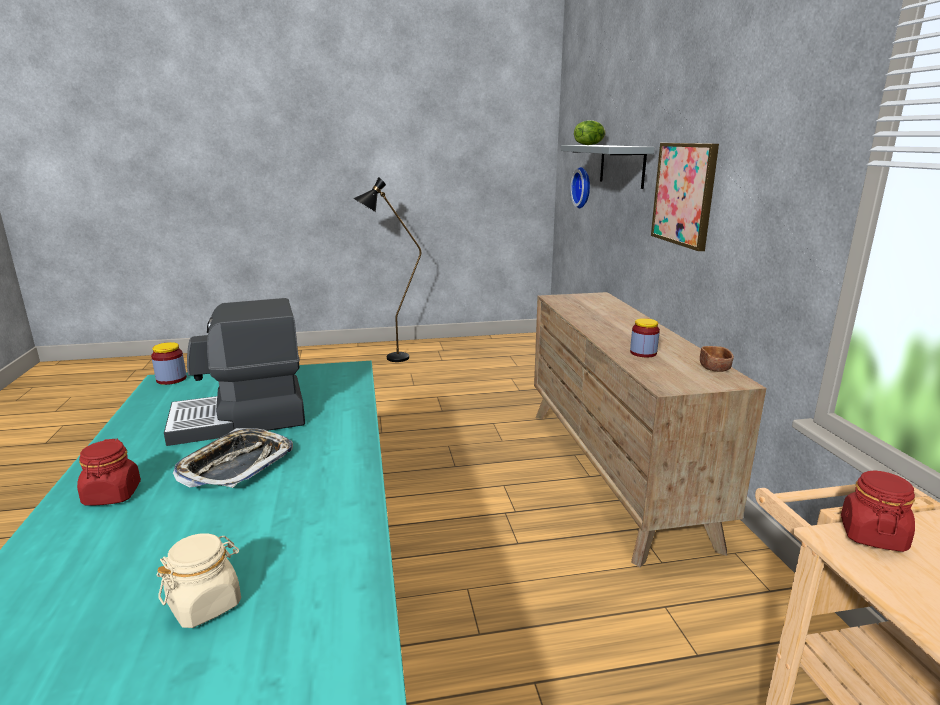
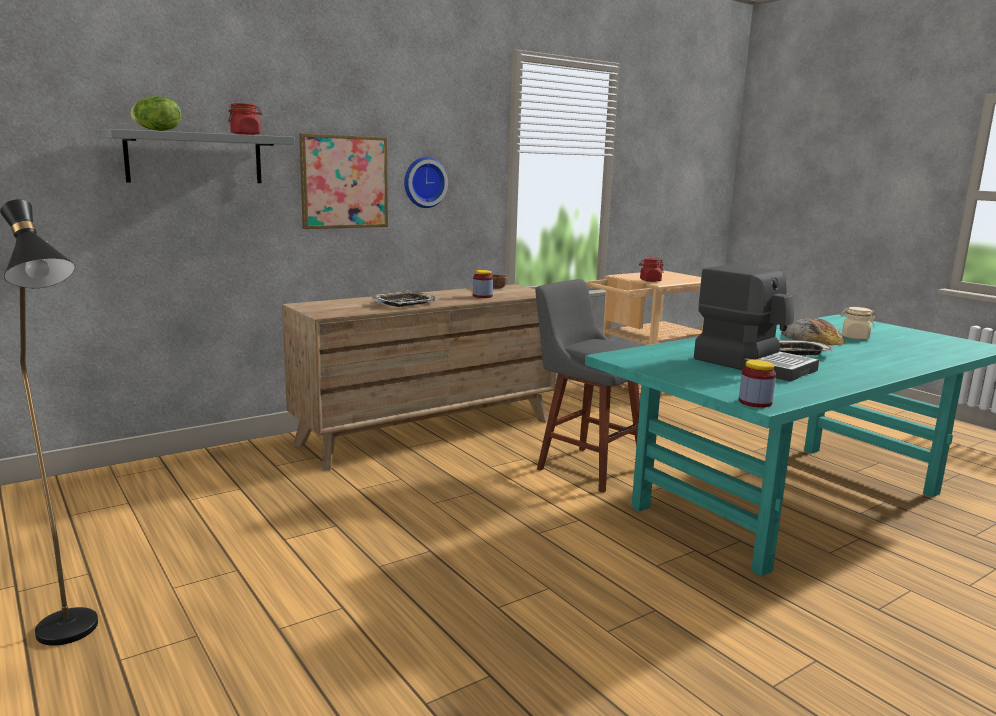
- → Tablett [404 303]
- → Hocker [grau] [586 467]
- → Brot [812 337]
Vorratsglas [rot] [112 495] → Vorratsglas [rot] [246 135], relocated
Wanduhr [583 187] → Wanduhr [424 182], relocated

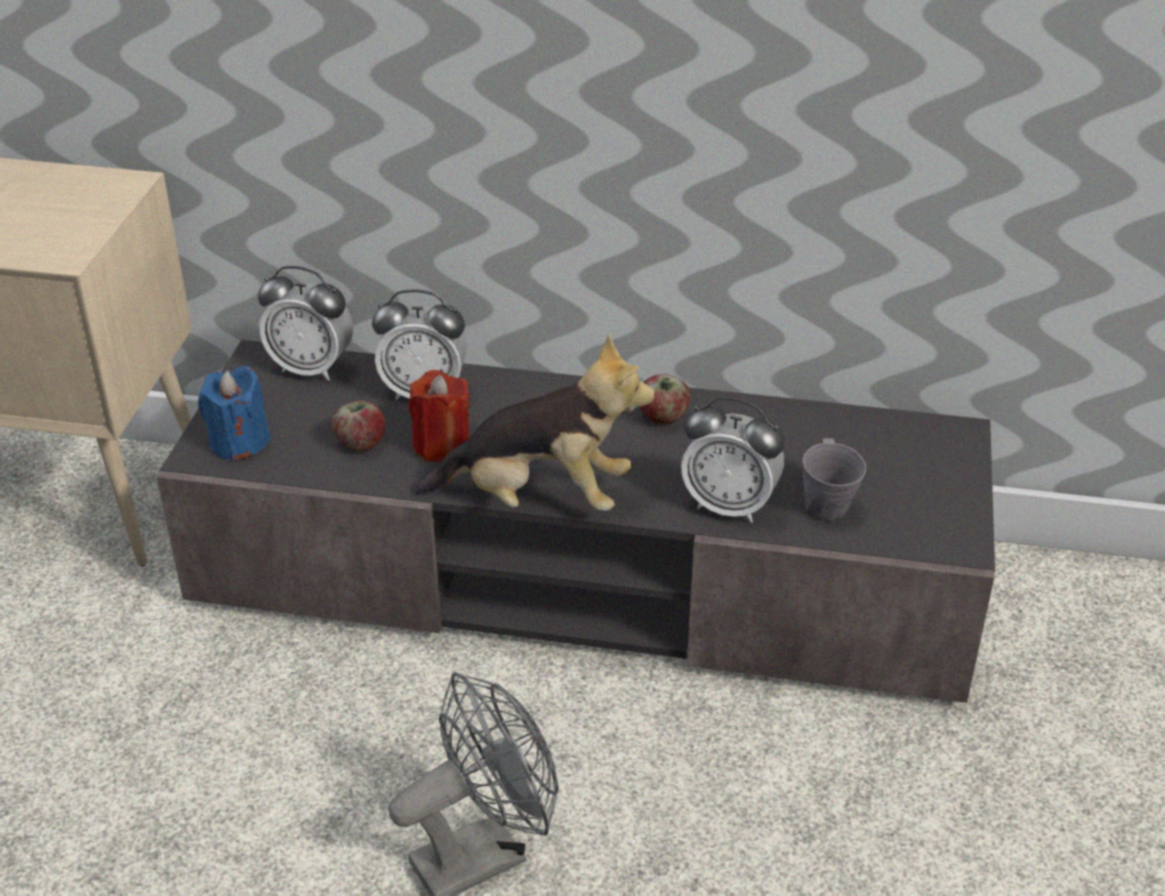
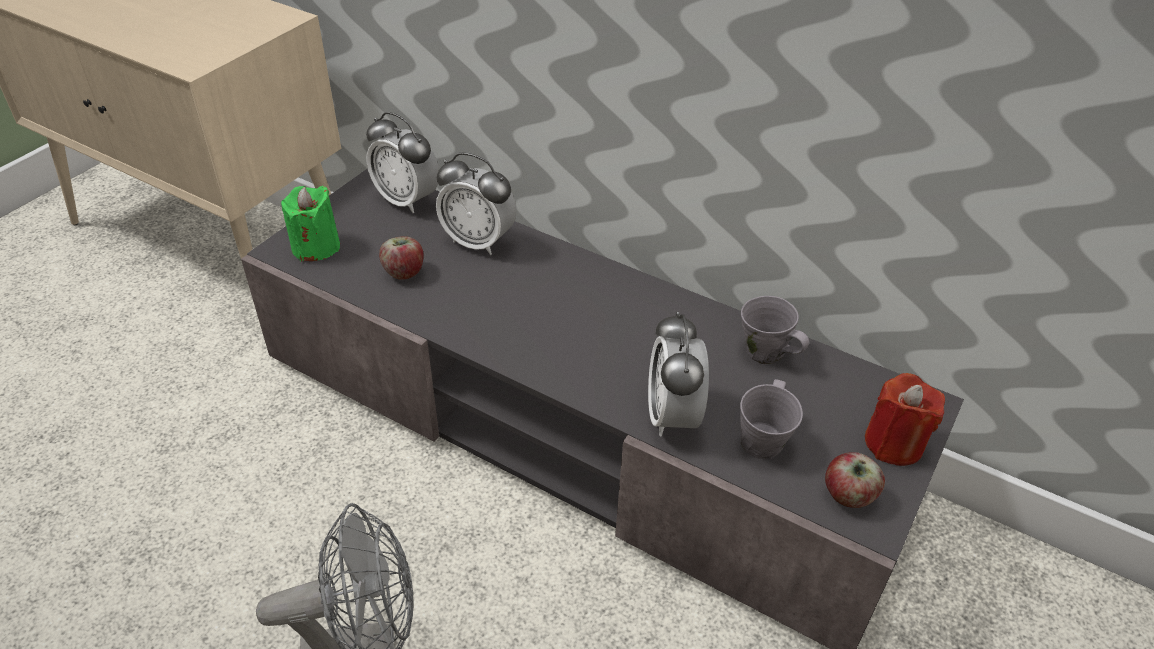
Plüschtier [539 498] → -
- → Henkelbecher [grau] [766 353]
Kerze [rot] [441 445] → Kerze [rot] [894 443], relocated
Apfel [663 417] → Apfel [848 496], relocated
Kerze [blau] [239 442] → Kerze [grün] [316 247]
Wecker [729 506] → Wecker [672 416], 45 degrees clockwise

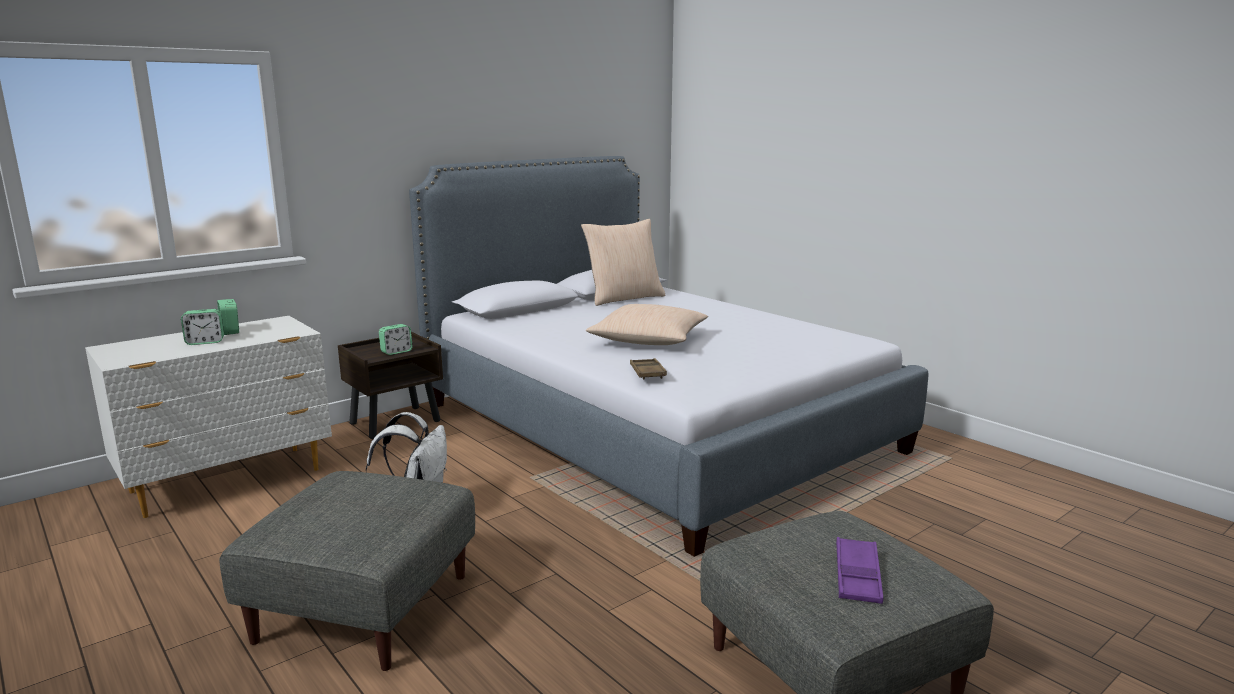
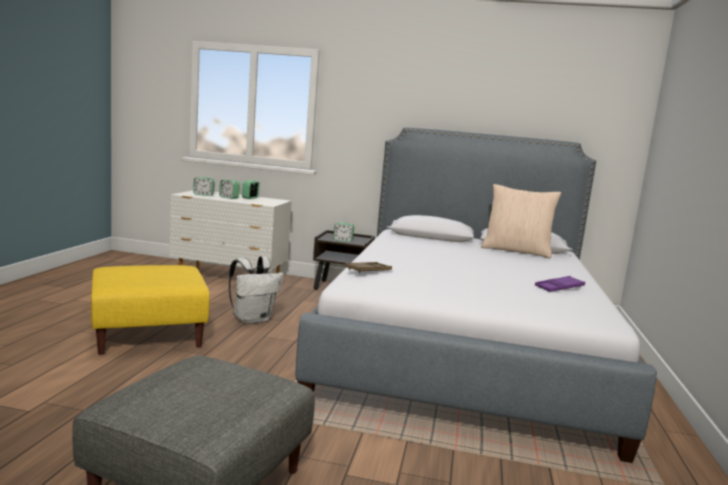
Kissen [beige] [649 340] → -
- → Wecker [203 194]
Tablett [lila] [857 576] → Tablett [lila] [559 288], relocated
Polsterhocker [grau] [363 607] → Polsterhocker [gelb] [149 334]

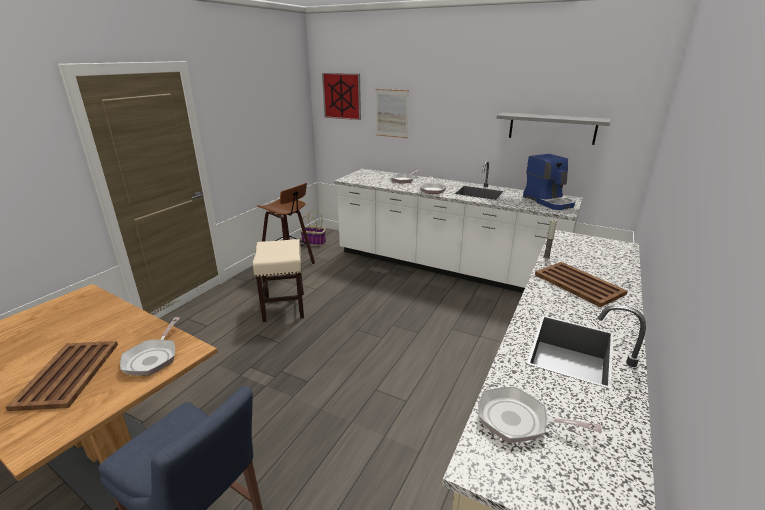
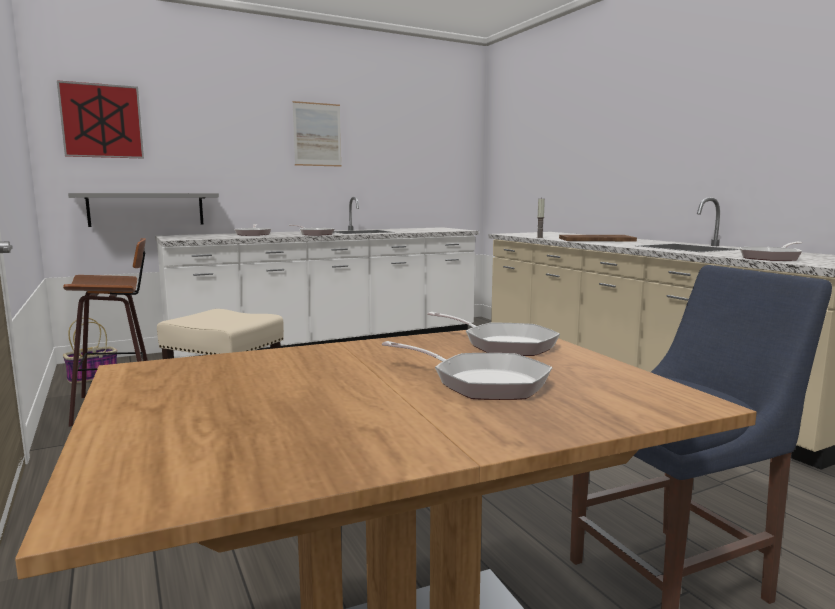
Kaffeemaschine [549 201] → -
Bild [391 113] → Bild [317 134], relocated
Wandregal [grau] [552 128] → Wandregal [grau] [146 209], relocated
Tablett [braun] [69 374] → Pfanne [482 382]

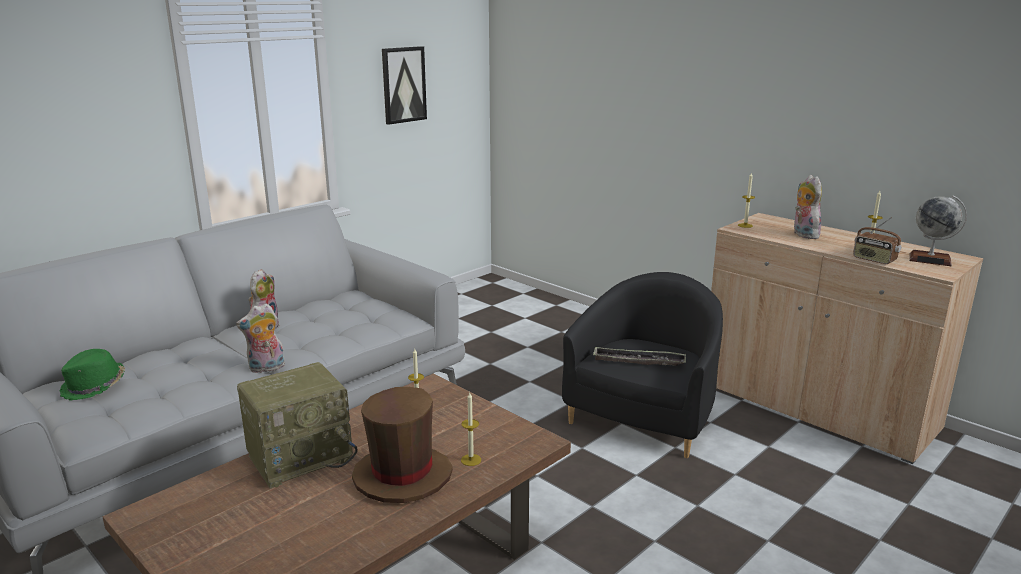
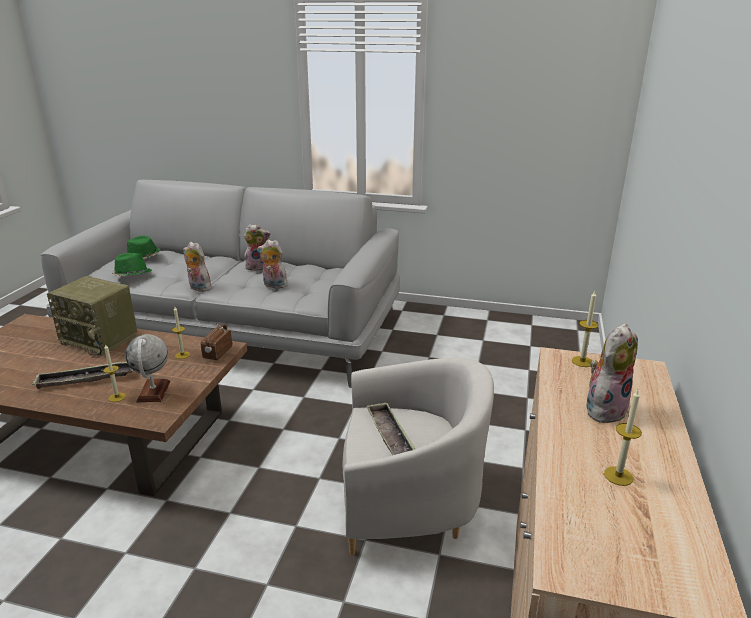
Bild [403 85] → -
- → Hut [grün] [132 275]
- → Plüschtier [273 285]
Radio [874 260] → Radio [217 353], relocated
Globus [930 259] → Globus [153 391], relocated
Hut [braun] [402 476] → Tablett [86 379]
Sessel [schwarz] [644 416] → Sessel [weiß] [408 501]

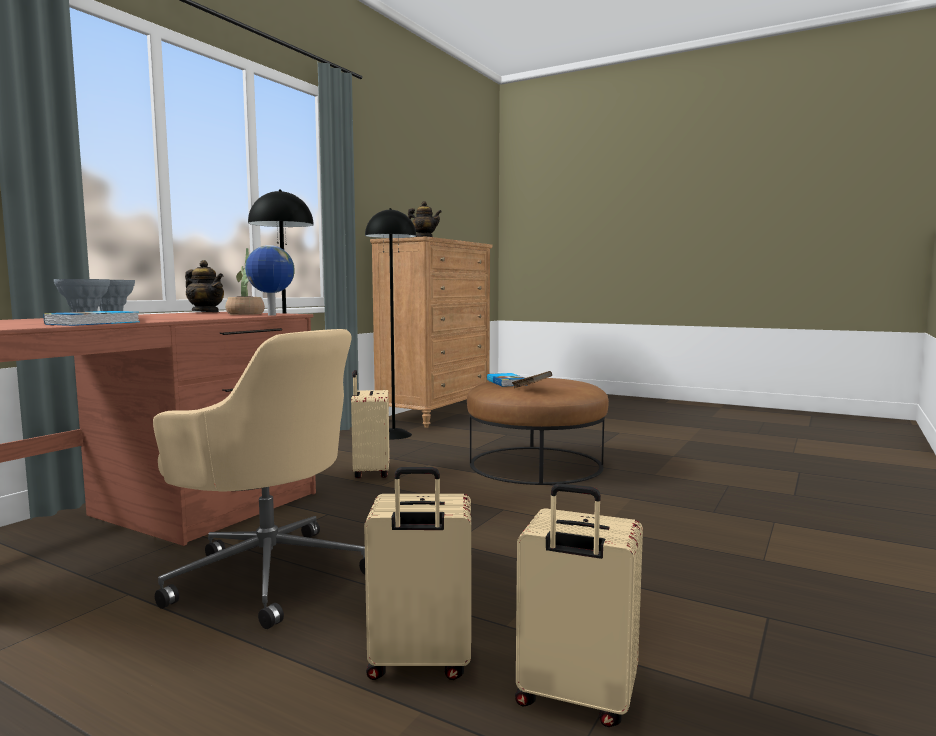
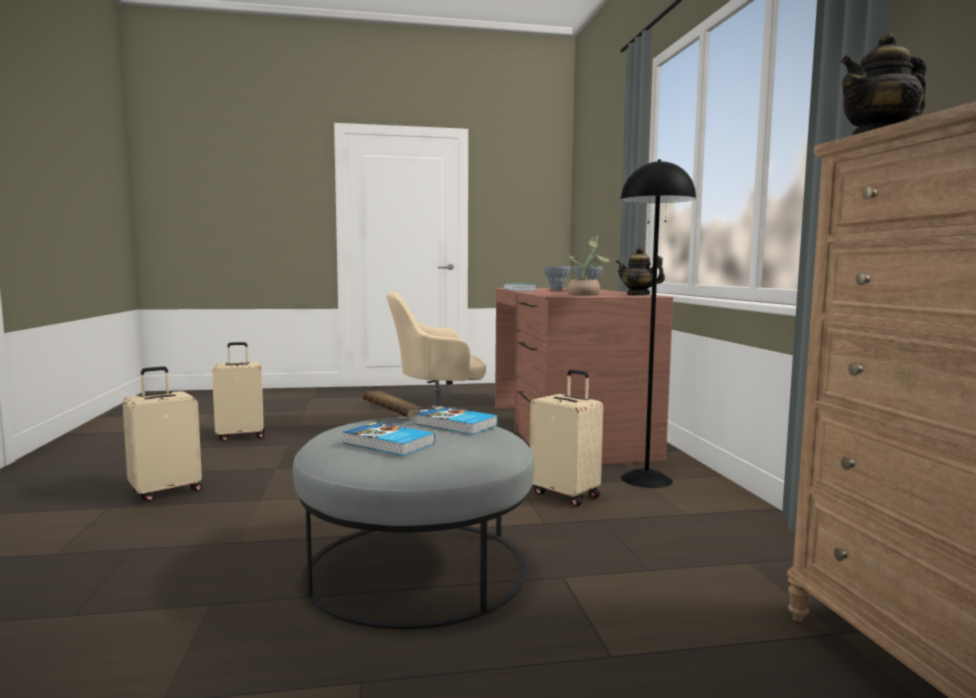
Globus [271 315] → -
Stehlampe [schwarz] [394 435] → -
- → Buch [388 444]
Koffer [beige] [419 663] → Koffer [beige] [166 491], relocated
Polsterhocker [braun] [536 464] → Polsterhocker [grau] [416 567]
Teekanne [206 312] → Teekanne [638 295], 45 degrees clockwise

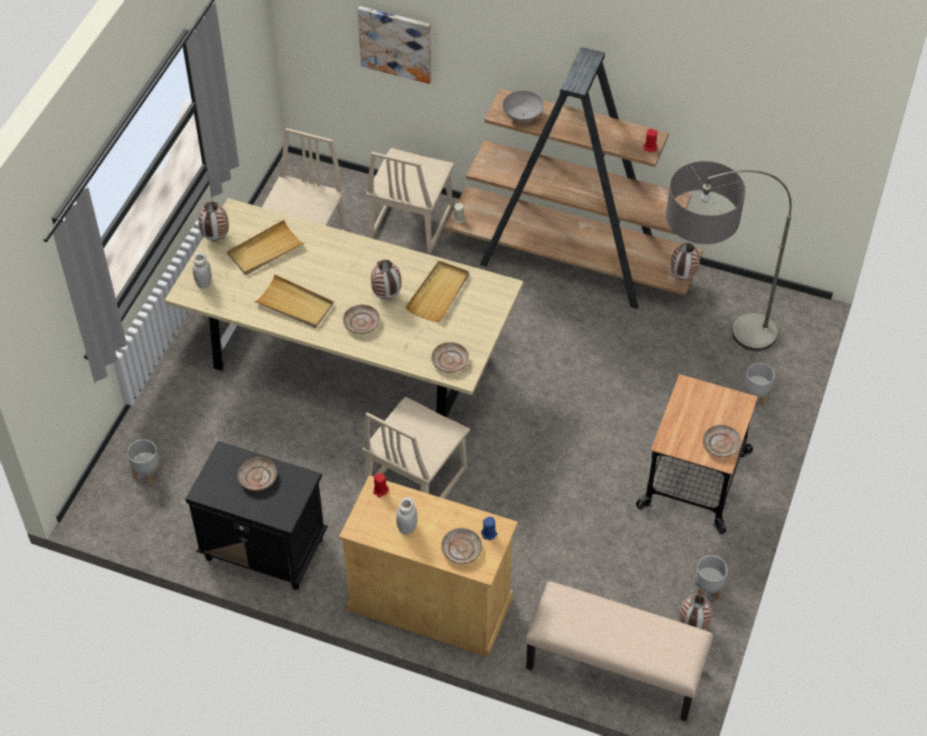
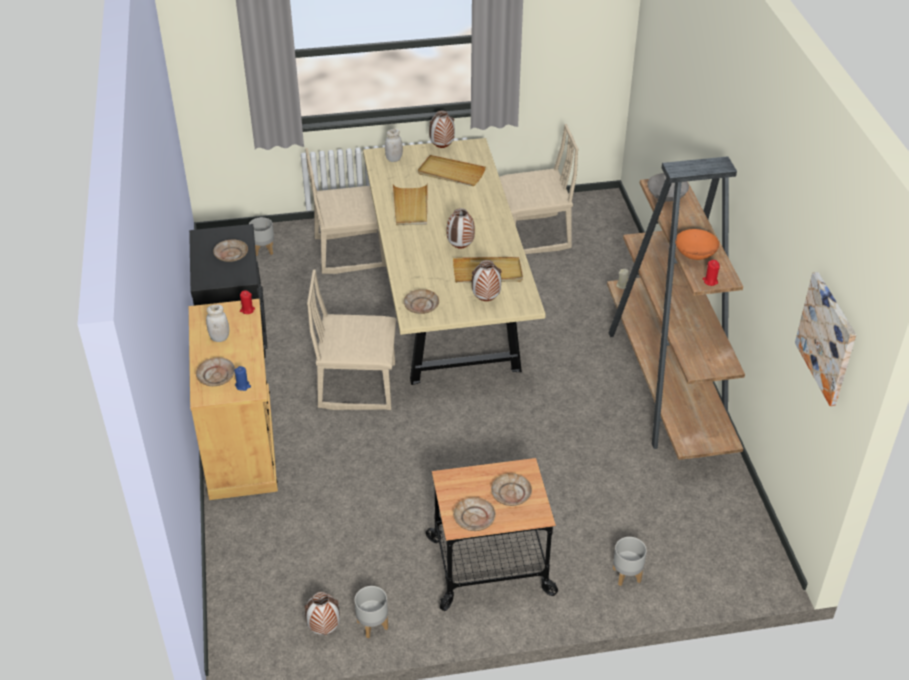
Bank [beige] [613 669] → -
Stehlampe [705 348] → -
- → Schüssel [orange] [695 255]
Teller [beige] [361 323] → Teller [beige] [511 494], relocated
Bild [396 43] → Bild [827 338], relocated
Stuhl [beige] [410 222] → Stuhl [beige] [350 252], relocated
Vase [683 277] → Vase [485 300], relocated

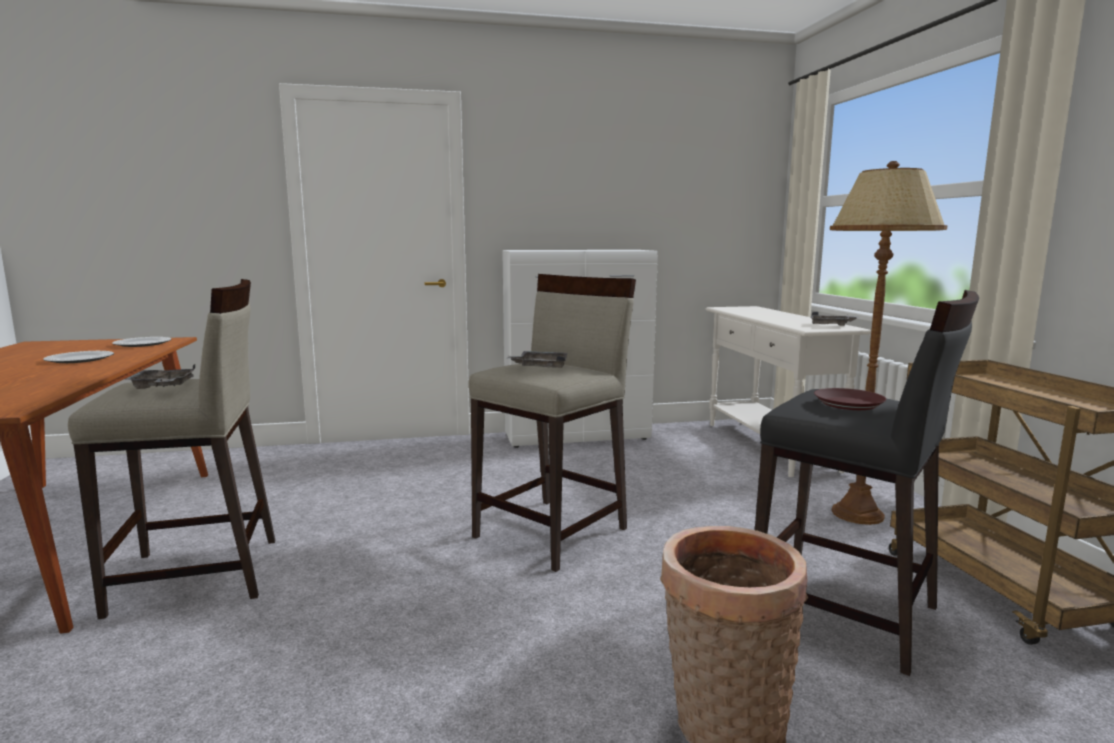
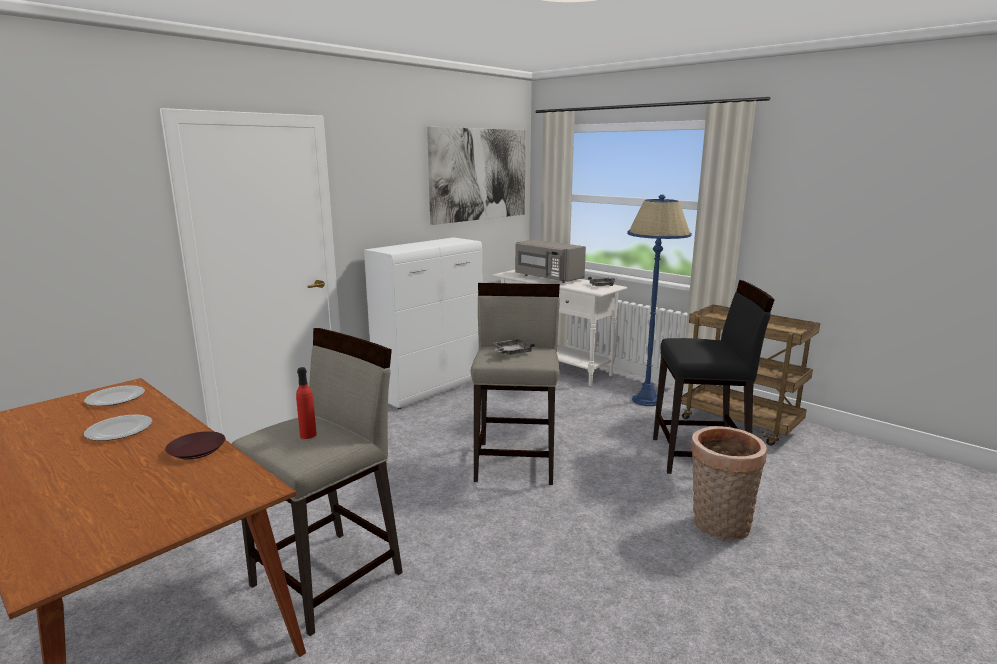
- → Bild [479 174]
- → Mikrowelle [grau] [547 278]
Teller [braun] [848 404] → Teller [braun] [196 450], relocated
Tablett [grau] [163 387] → Flasche [rot] [308 435]
Stehlampe [braun] [857 514] → Stehlampe [blau] [646 400]

